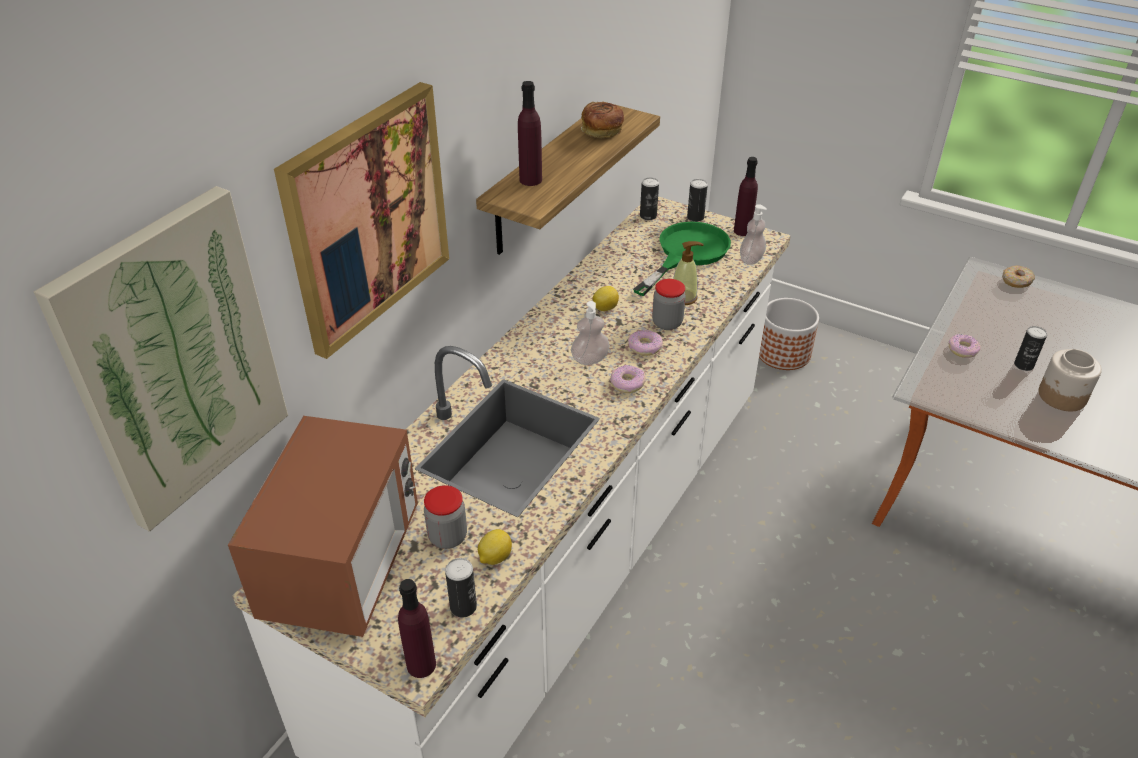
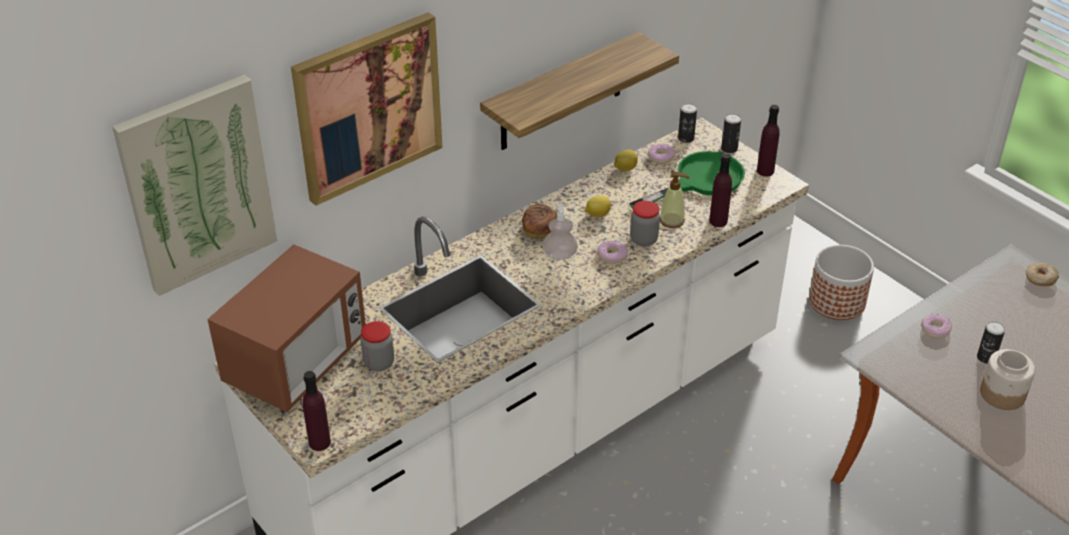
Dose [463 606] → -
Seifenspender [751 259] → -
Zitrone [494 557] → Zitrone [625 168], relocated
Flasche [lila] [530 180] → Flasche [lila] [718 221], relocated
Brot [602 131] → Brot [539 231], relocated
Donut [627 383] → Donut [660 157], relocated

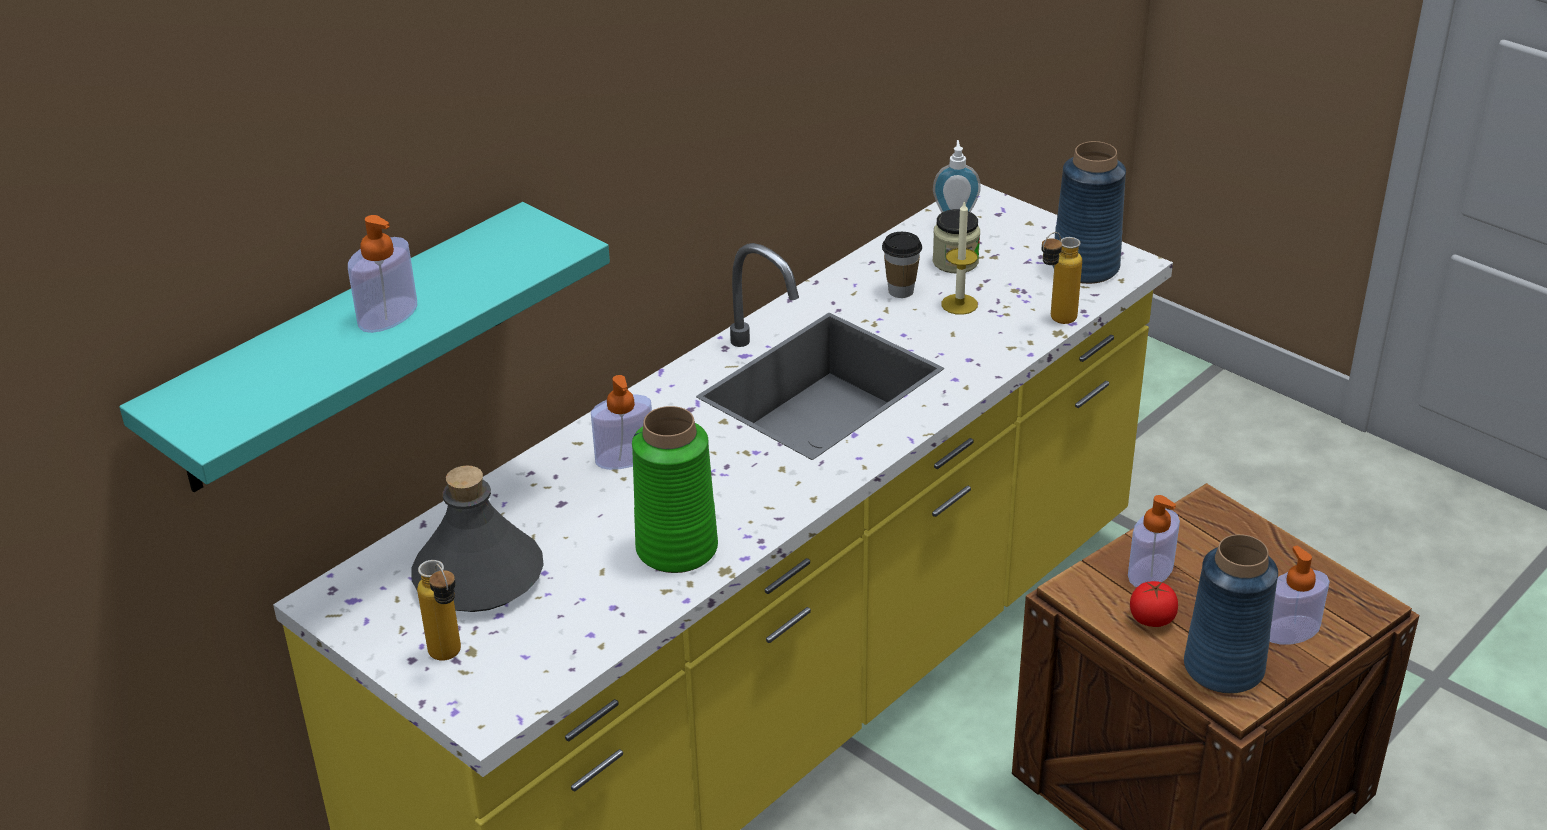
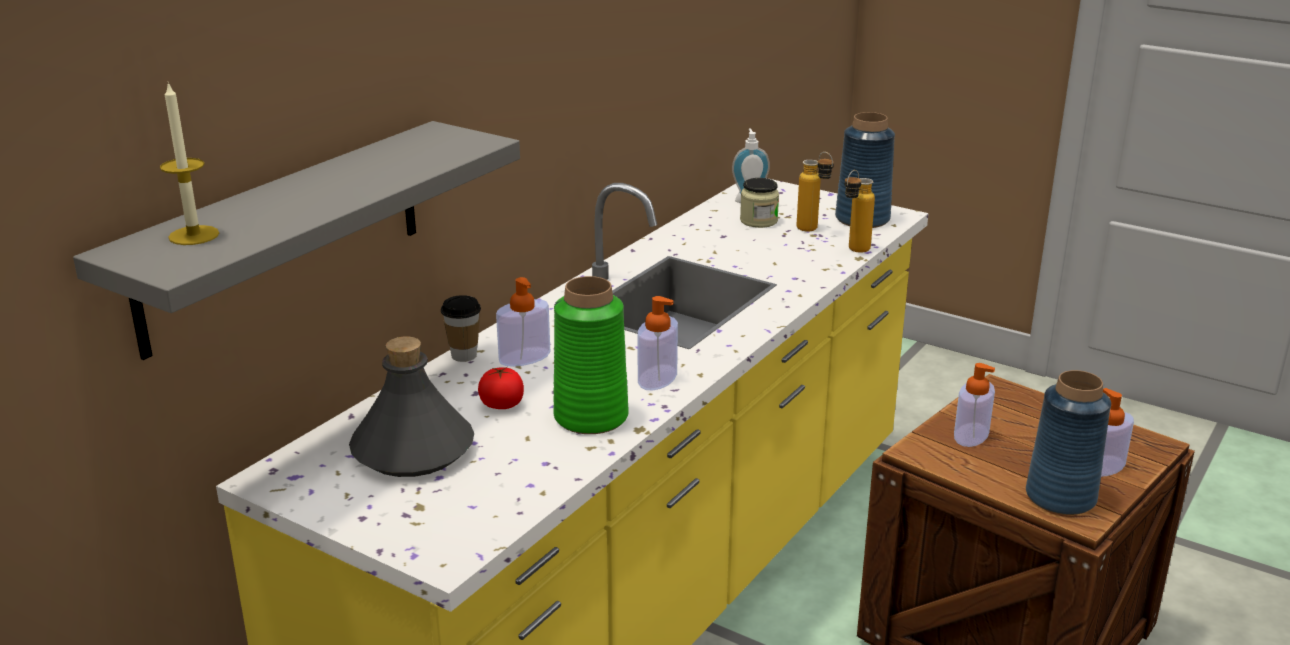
Seifenspender [388 315] → Seifenspender [657 378], relocated
Flasche [450 659] → Flasche [813 231], relocated
Tasse [901 291] → Tasse [464 355], relocated
Kerze [959 304] → Kerze [194 235], relocated
Tomate [1151 619] → Tomate [501 405], relocated
Wandregal [türkis] [345 349] → Wandregal [grau] [283 235]

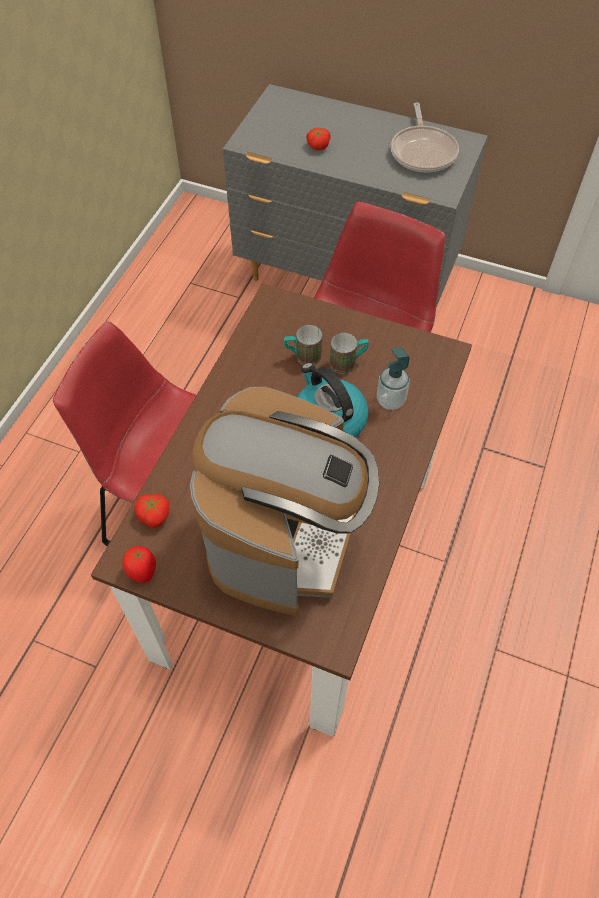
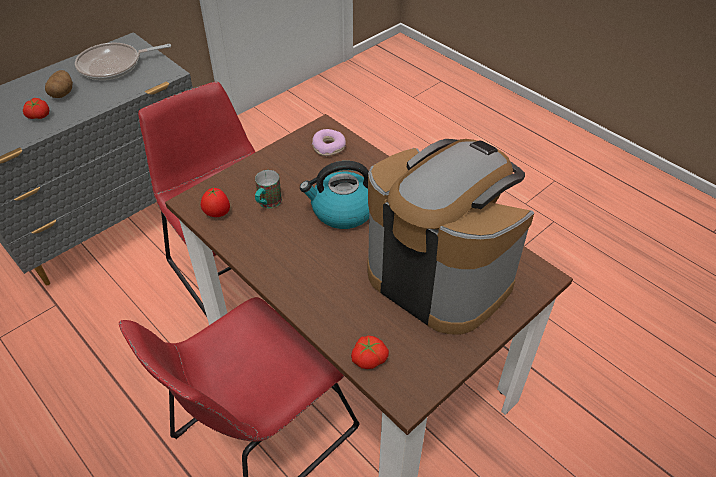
Henkelbecher [348 363] → -
Seifenspender [390 400] → -
- → Kartoffel [62 93]
- → Donut [329 147]
Tomate [142 571] → Tomate [217 214], relocated
Pfanne [423 152] → Pfanne [114 66], 135 degrees clockwise

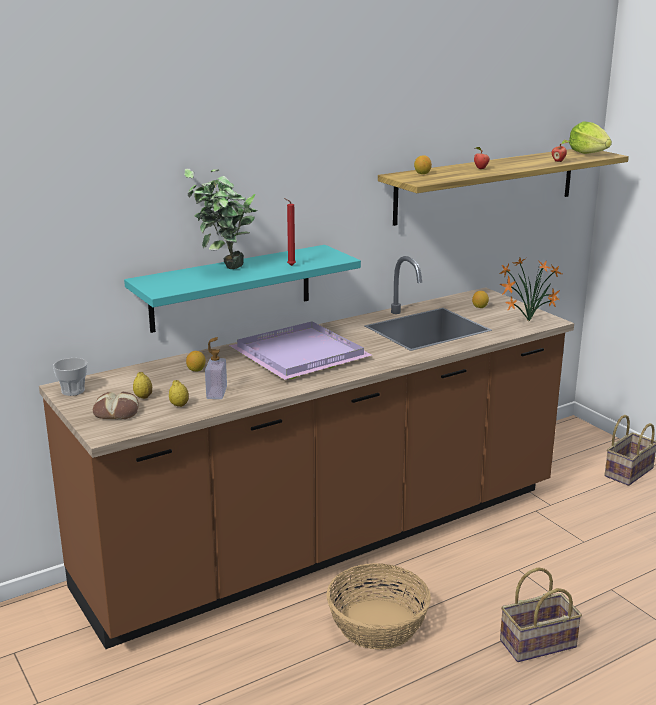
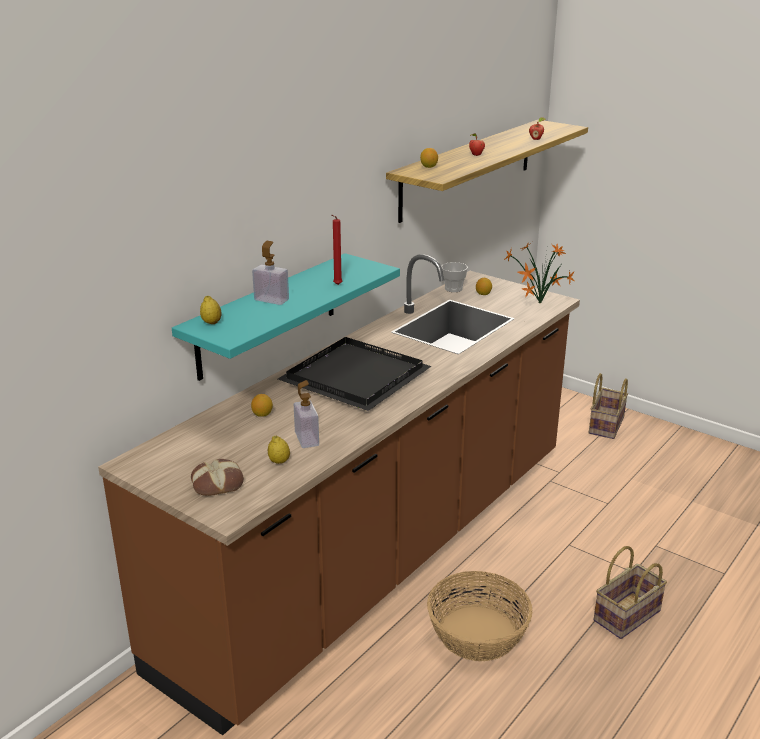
Salatkopf [588 153] → -
Tasse [73 391] → Tasse [453 288], relocated
Zitrone [143 397] → Zitrone [211 322], relocated
Topfpflanze [223 270] → Seifenspender [271 300]
Tablett [lila] [300 354] → Tablett [schwarz] [354 376]

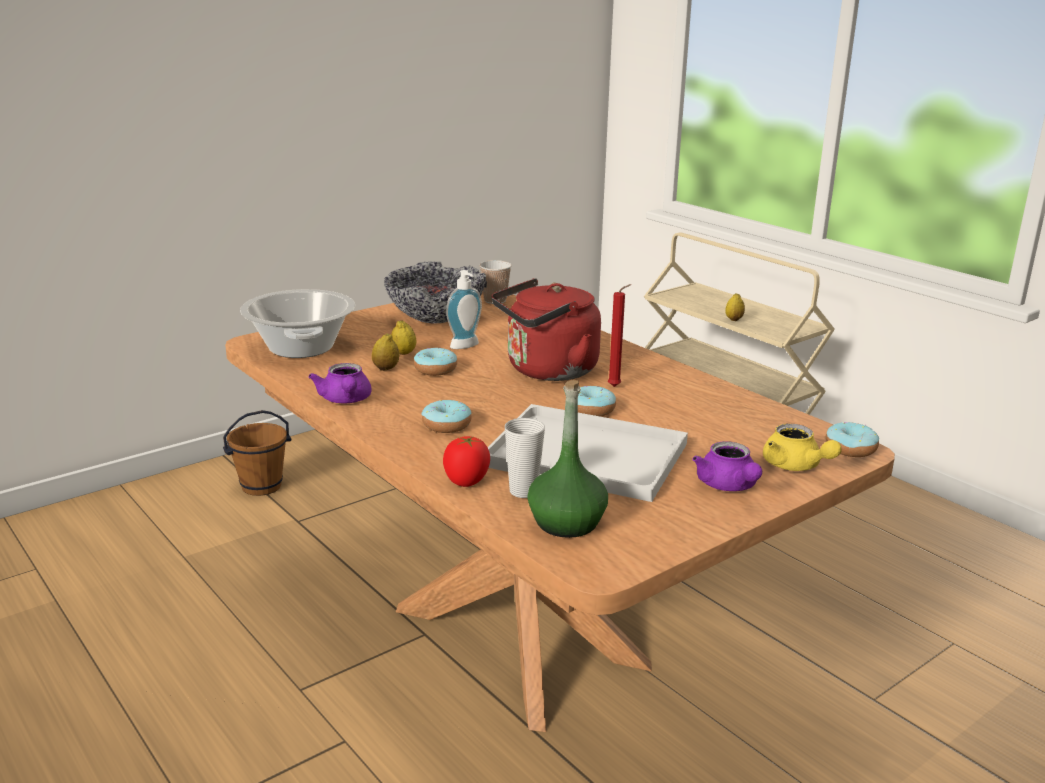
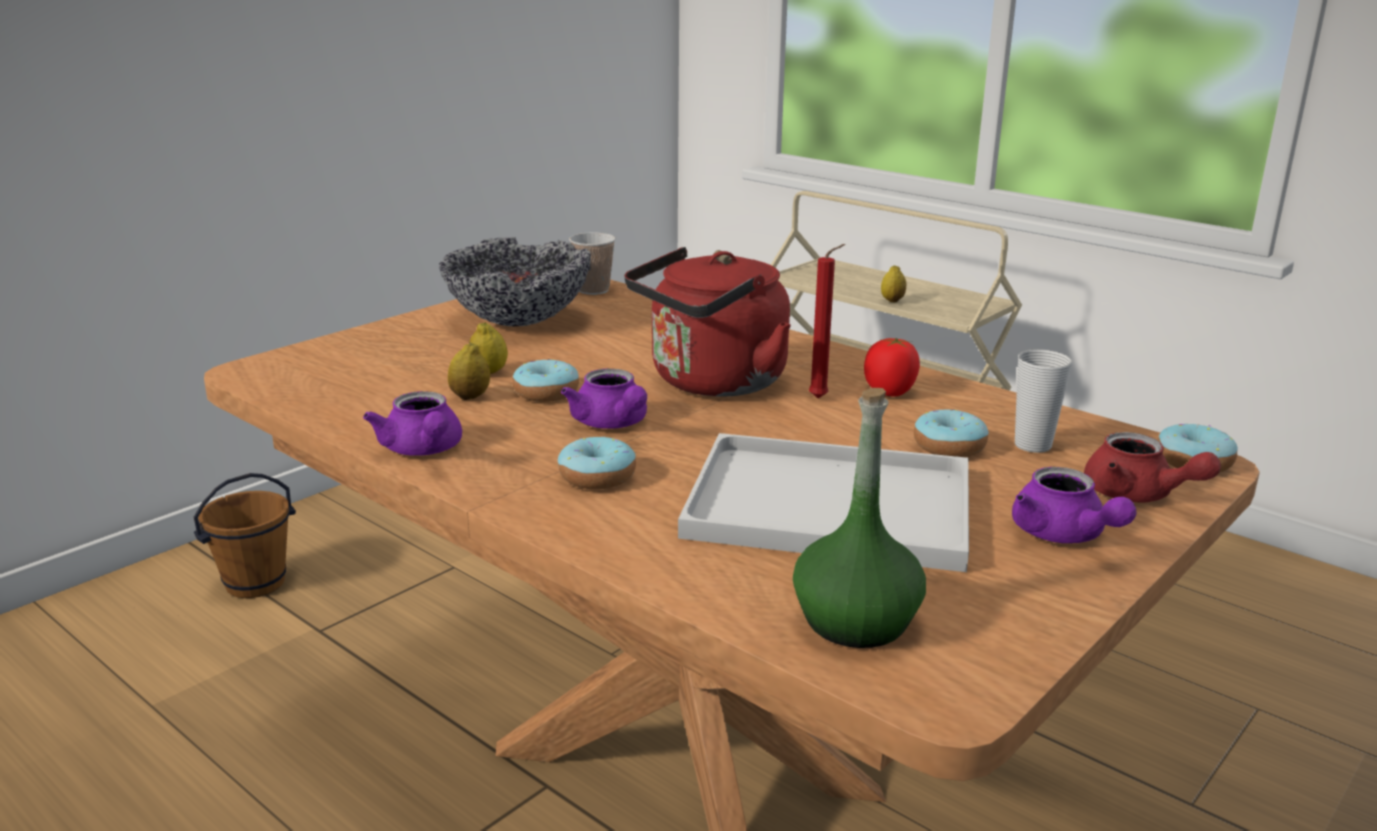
Kochtopf [302 347] → -
Seifenspender [466 346] → -
- → Teekanne [lila] [612 424]
Tomate [466 481] → Tomate [890 392], relocated
Tasse [523 491] → Tasse [1032 445], relocated
Donut [591 410] → Donut [949 446], relocated
Teekanne [gelb] [795 466] → Teekanne [rot] [1137 495]

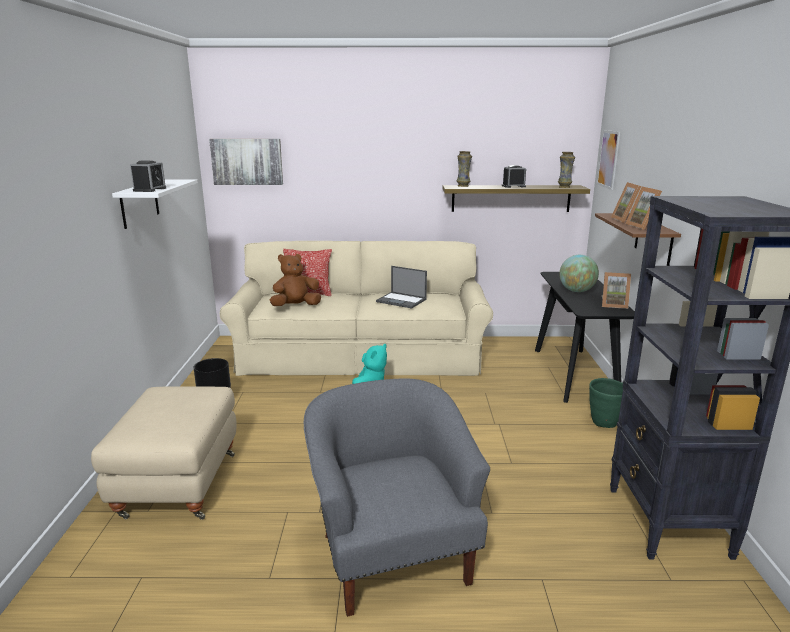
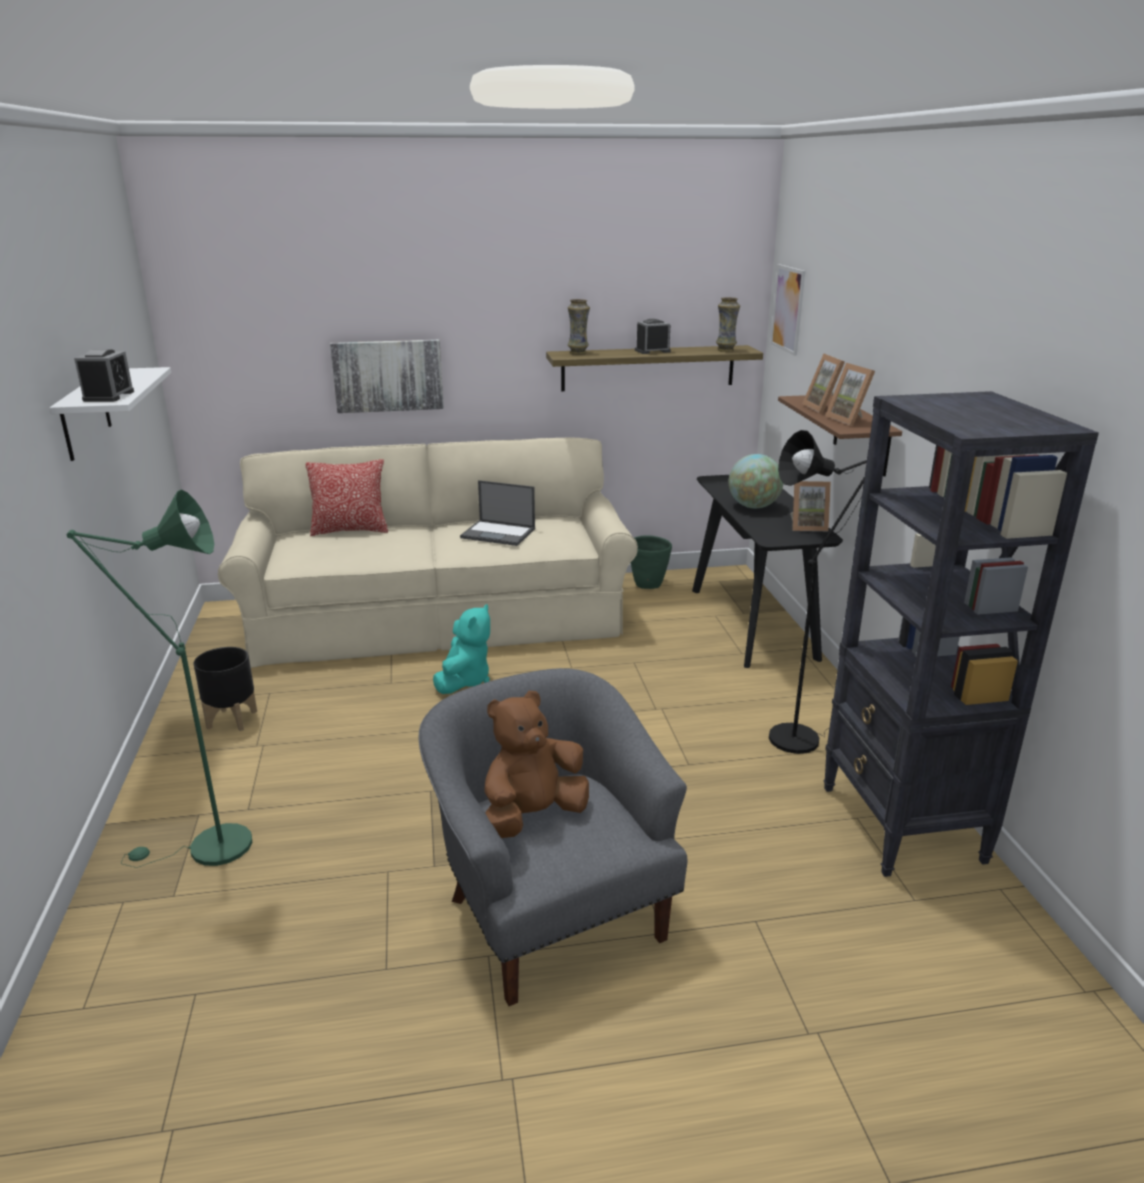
- → Stehlampe [schwarz] [802 736]
Bild [247 161] → Bild [388 375], relocated
Plüschtier [braun] [295 306] → Plüschtier [braun] [532 816], relocated
Pflanzkübel [grün] [605 423] → Pflanzkübel [grün] [648 585], relocated
Polsterhocker [beige] [178 484] → Stehlampe [grün] [208 848]

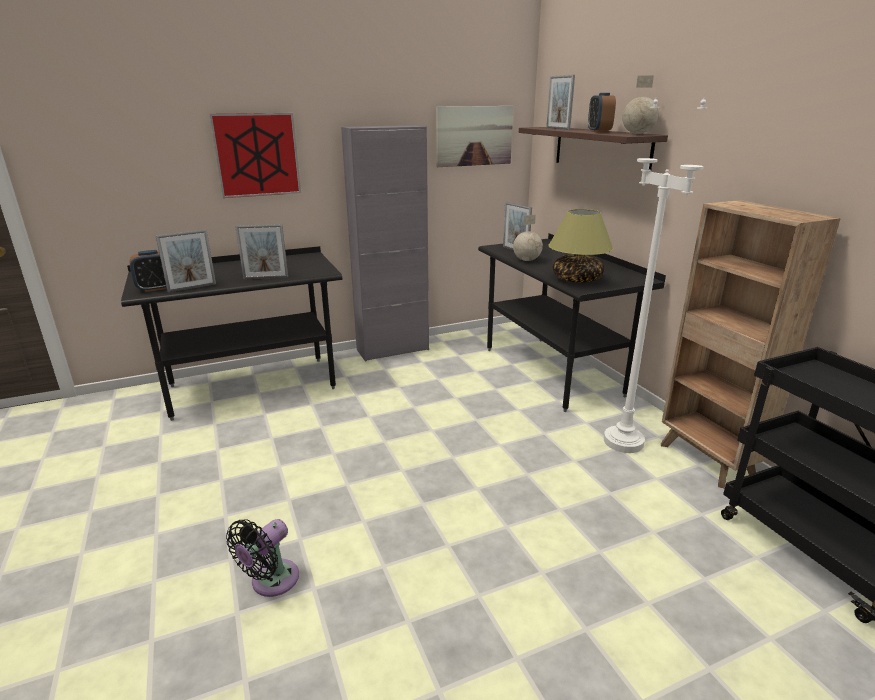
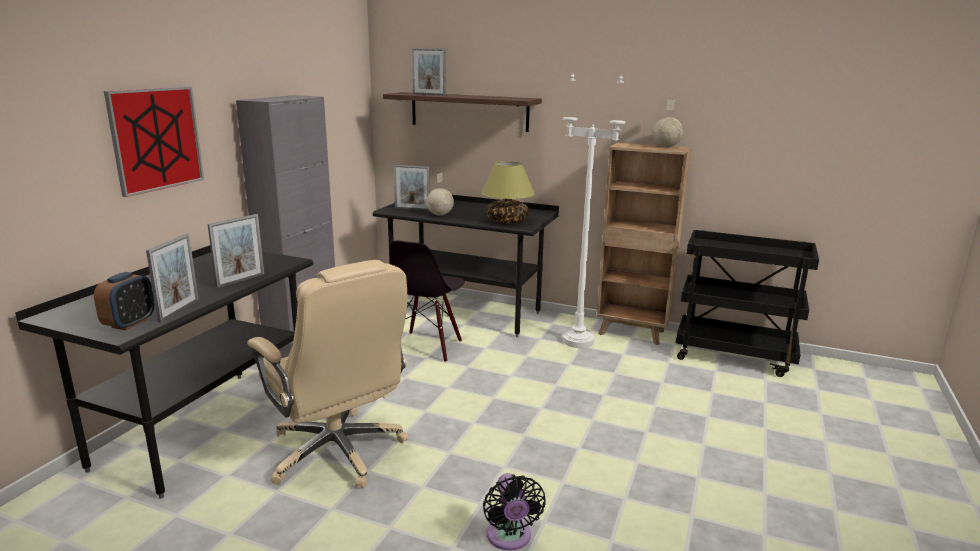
Bild [474 136] → -
Wecker [599 132] → -
- → Bürostuhl [beige] [338 452]
- → Stuhl [schwarz] [426 347]
Globus [638 134] → Globus [666 147], relocated

